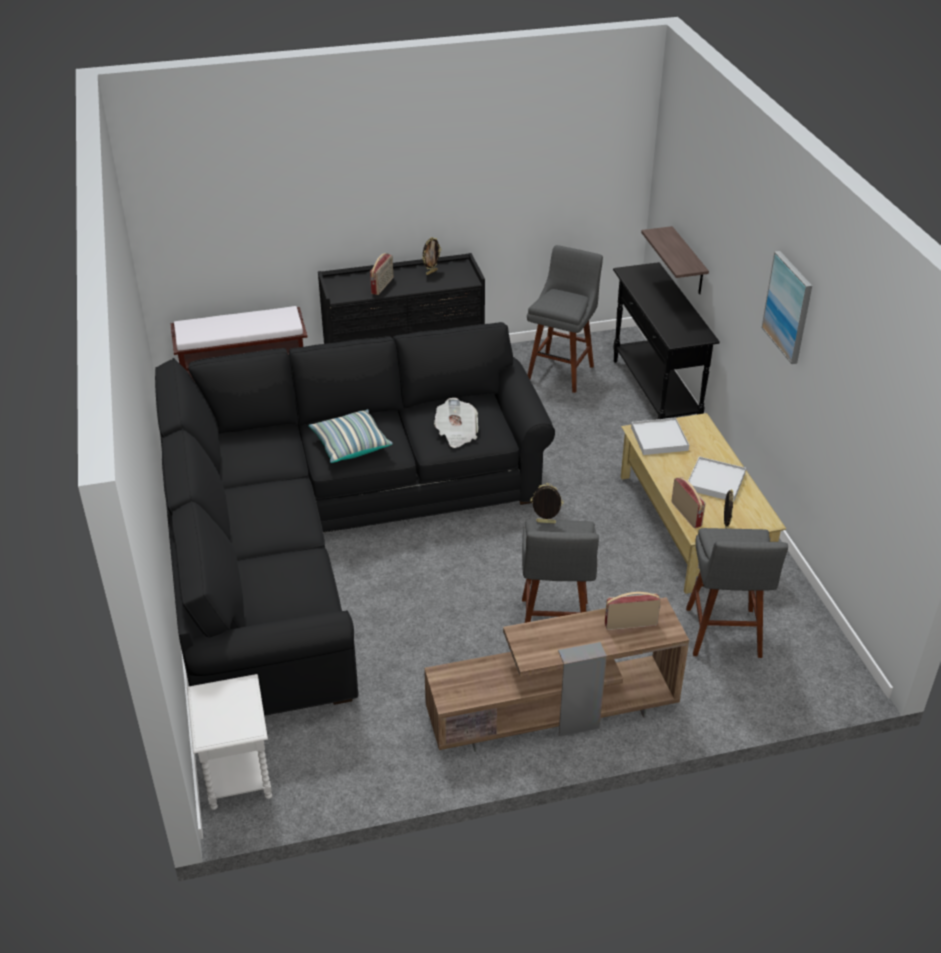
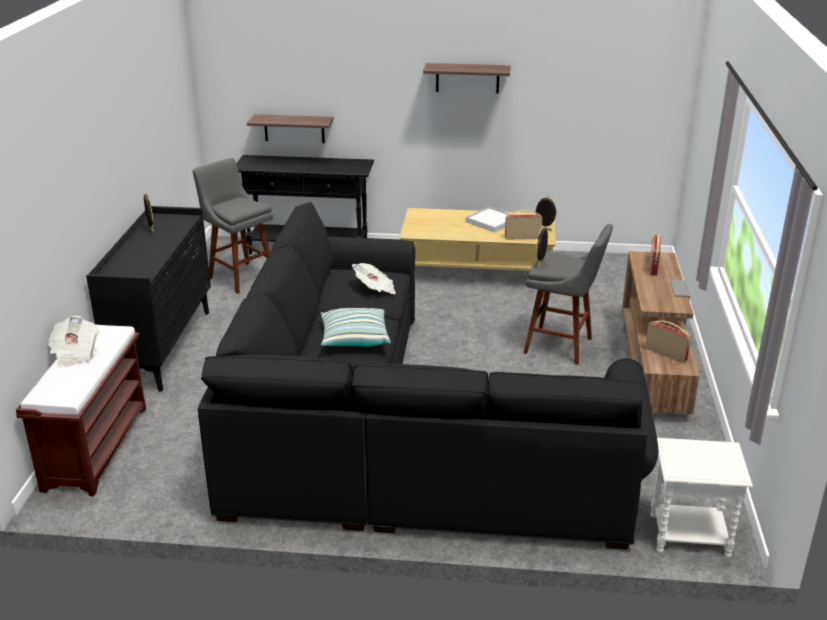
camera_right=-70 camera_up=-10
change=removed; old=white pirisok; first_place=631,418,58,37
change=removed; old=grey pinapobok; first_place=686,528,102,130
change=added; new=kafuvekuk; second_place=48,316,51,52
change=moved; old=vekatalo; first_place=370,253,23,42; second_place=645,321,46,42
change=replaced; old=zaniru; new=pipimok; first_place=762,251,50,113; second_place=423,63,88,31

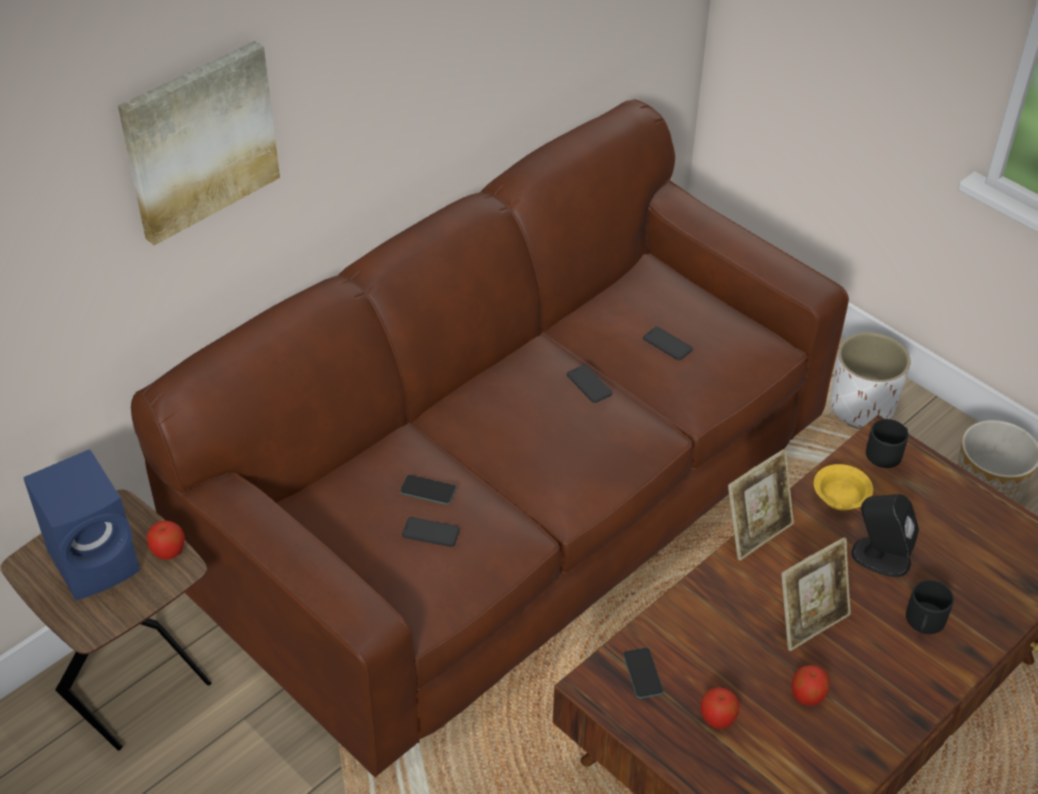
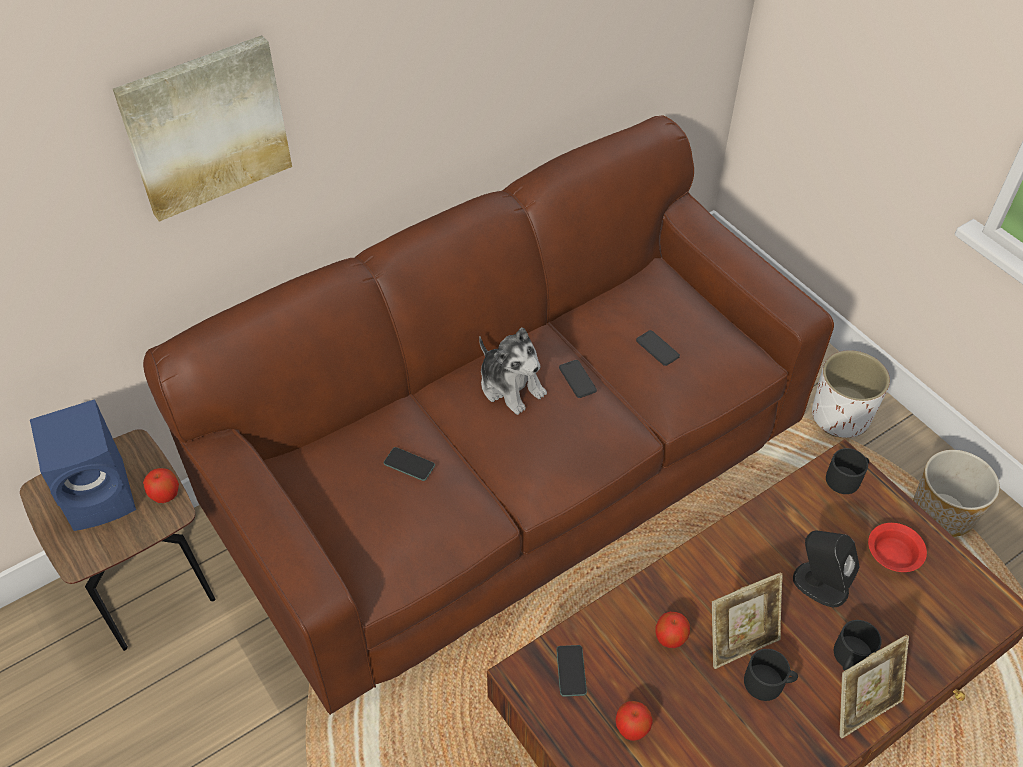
camera_right=10 camera_up=5
change=removed; old=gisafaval; first_place=402,517,58,30
change=removed; old=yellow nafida; first_place=814,464,59,47
change=added; new=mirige; second_place=479,327,68,88
change=added; new=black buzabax; second_place=744,649,54,52
change=added; new=red nafida; second_place=868,523,59,49
change=moved; old=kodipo; first_place=728,449,66,112; second_place=840,635,69,103
change=moved; old=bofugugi; first_place=791,665,39,41; second_place=655,612,35,36

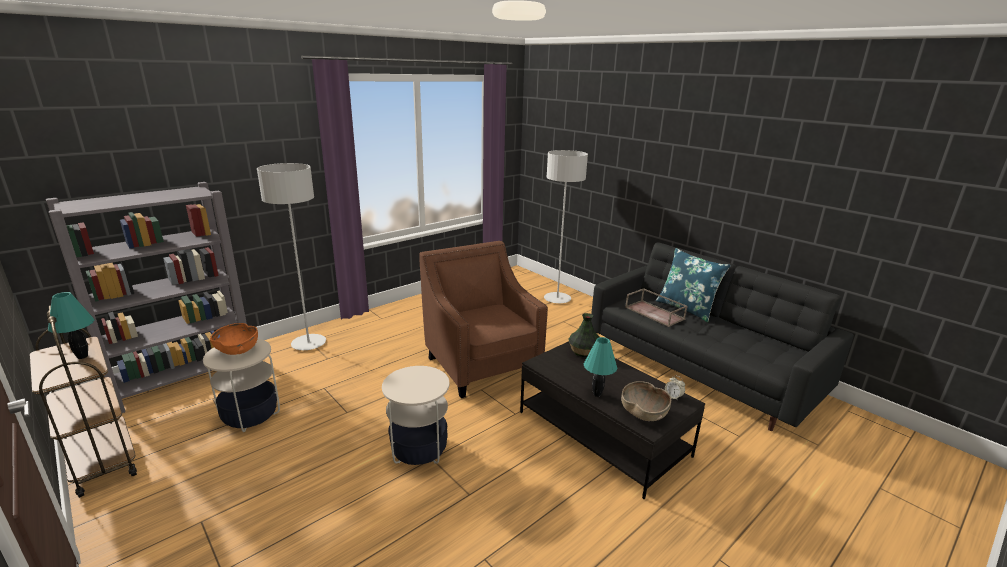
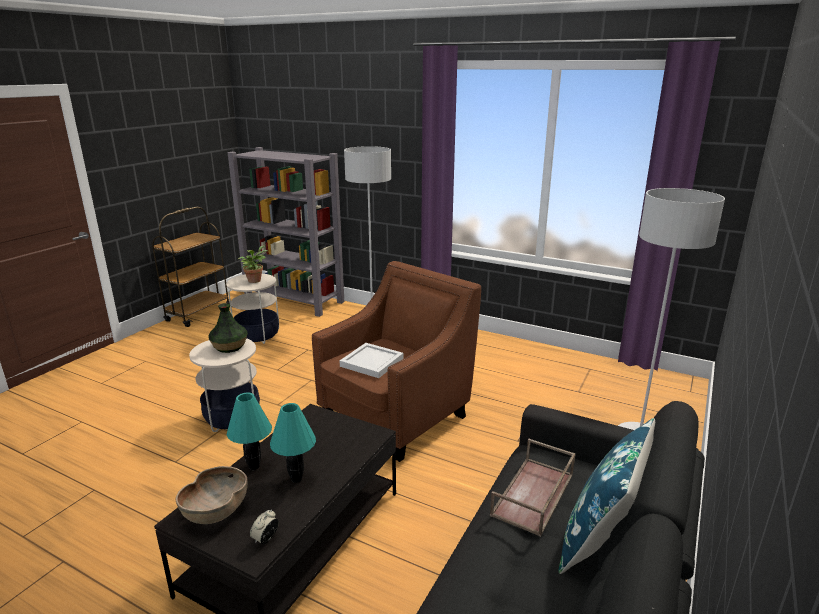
camera_right=70 camera_up=0
change=added; new=white pirisok; second_place=340,343,63,35
change=moved; old=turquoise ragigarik; first_place=48,292,46,67; second_place=270,403,46,80
change=moved; old=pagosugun; first_place=568,313,32,44; second_place=208,303,40,50
change=replaced; old=orange nafida; new=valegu; first_place=210,323,48,32; second_place=238,246,30,37

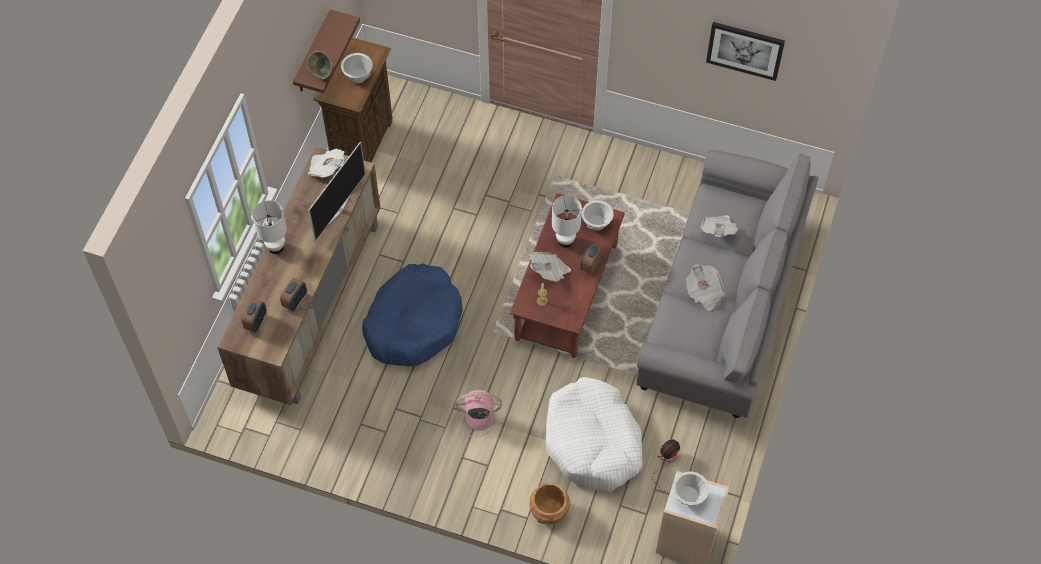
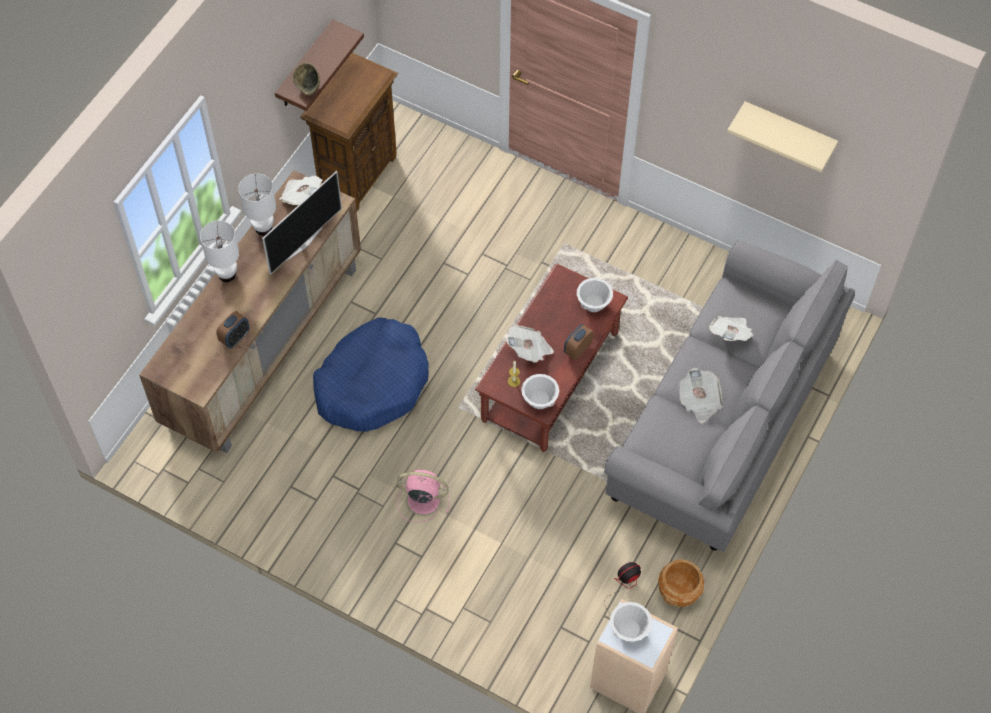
camera_right=10 camera_up=0
change=removed; old=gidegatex; first_place=242,299,25,33
change=removed; old=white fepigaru; first_place=546,377,97,114
change=moved; old=white nafida; first_place=341,53,32,30; second_place=521,374,38,35
change=moved; old=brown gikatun; first_place=529,483,41,42; second_place=658,559,46,48
change=moved; old=white ragigarik; first_place=552,196,30,52; second_place=238,174,38,62
change=replaced; old=zaniru; new=beige pipimok; first_place=706,22,79,59; second_place=727,101,111,71

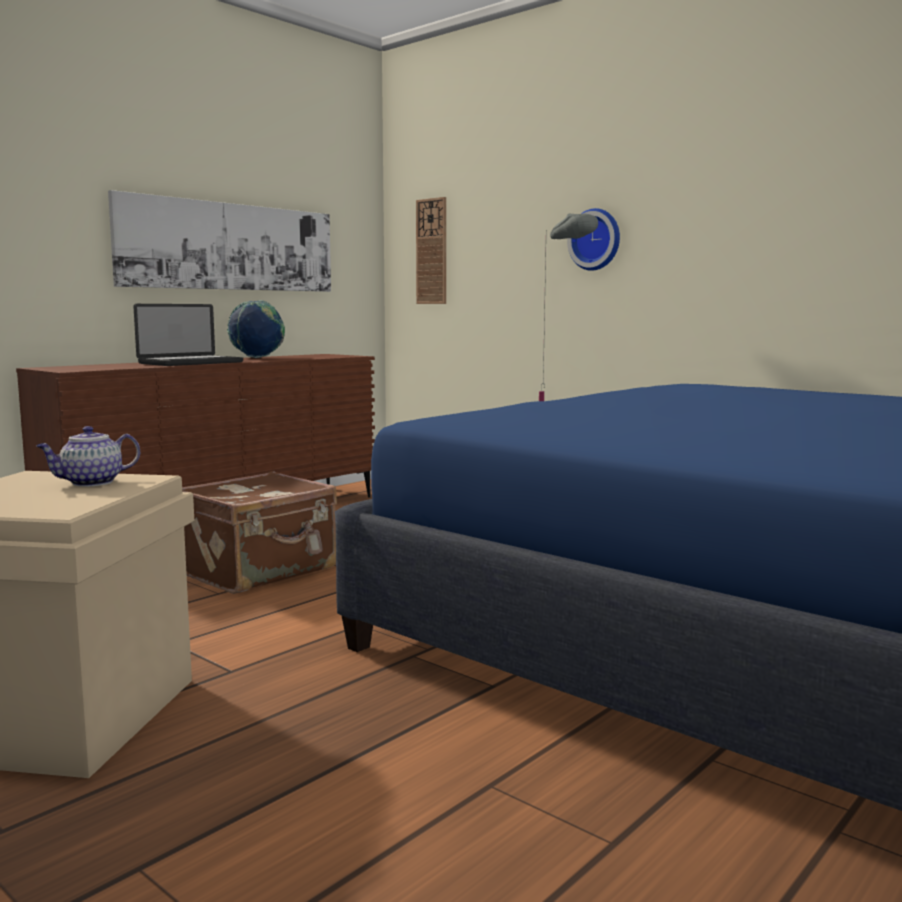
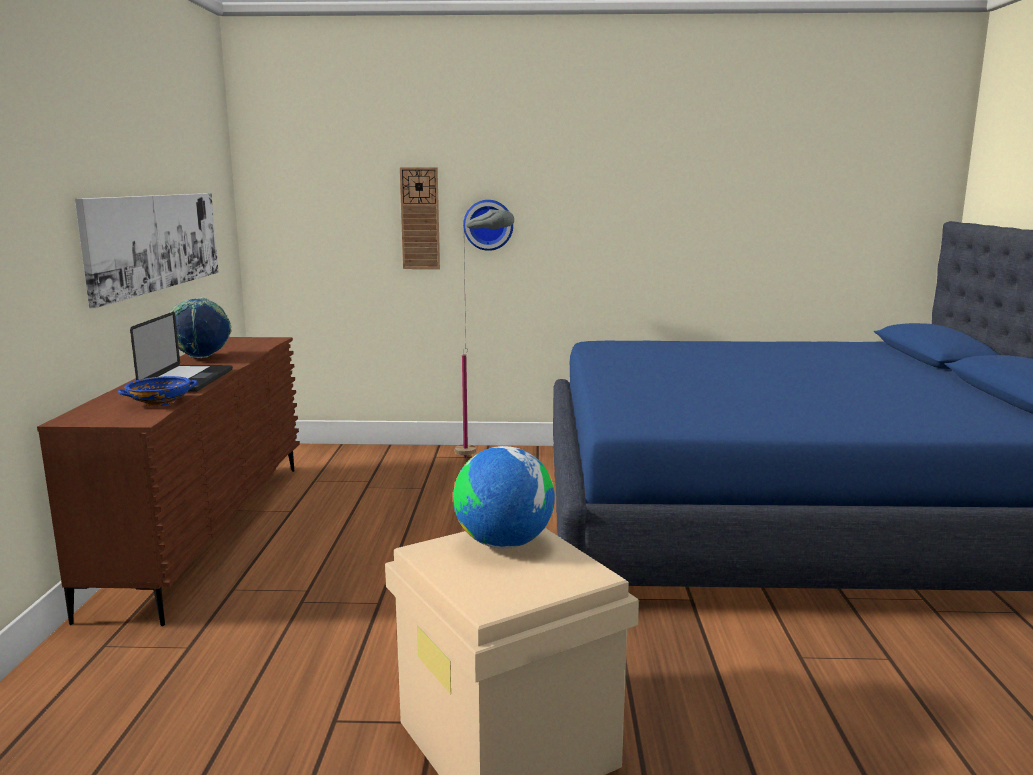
camera_right=-40 camera_up=5
change=removed; old=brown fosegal; first_place=182,471,155,123
change=added; new=blue nafida; second_place=118,376,80,30
change=moved; old=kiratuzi; first_place=416,197,30,107; second_place=400,167,40,102
change=replaced; old=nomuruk; new=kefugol; first_place=36,426,104,61; second_place=453,446,102,103

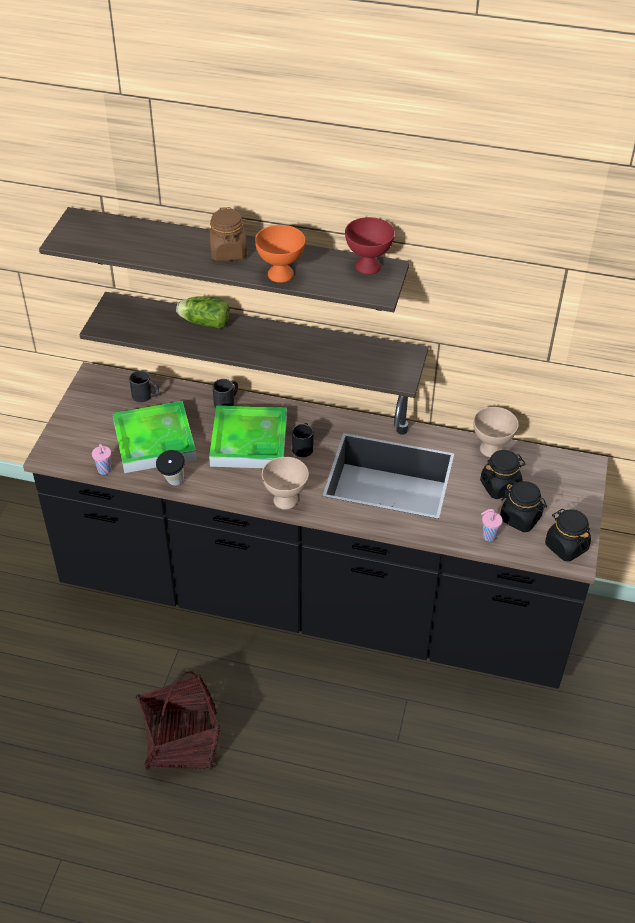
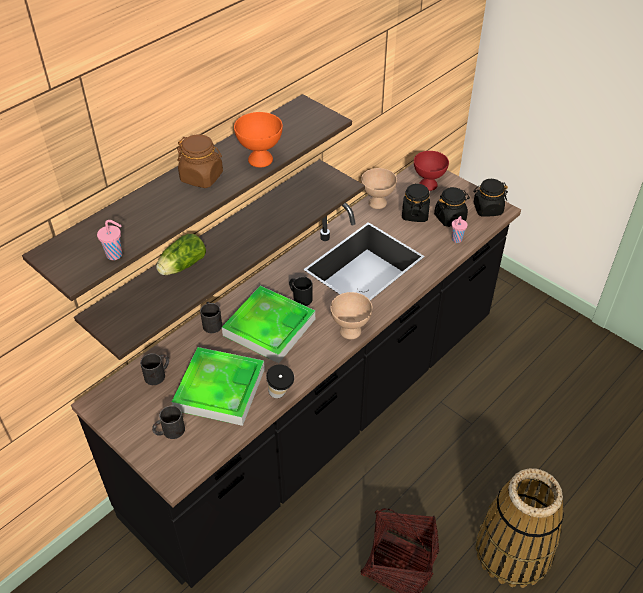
camera_right=-60 camera_up=0
change=added; new=black buzabax; second_place=152,406,33,33
change=added; new=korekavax; second_place=476,468,88,120
change=moved; old=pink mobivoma; first_place=92,444,19,31; second_place=97,220,25,40
change=moved; old=red nafida; first_place=345,217,50,58; second_place=414,151,35,40

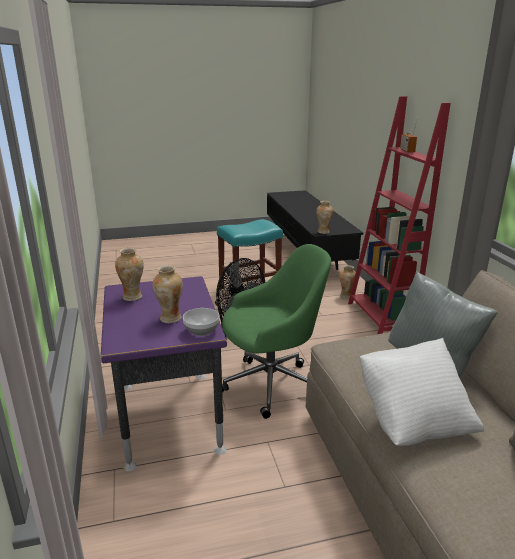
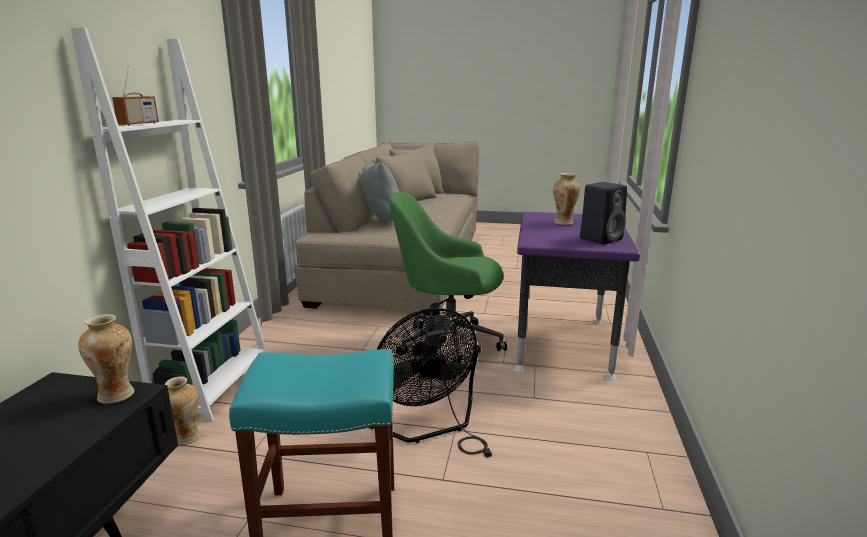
camera_right=-155 camera_up=-5
change=removed; old=nafida; first_place=183,308,36,28
change=removed; old=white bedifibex; first_place=359,338,125,108
change=replaced; old=pagosugun; new=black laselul; first_place=115,247,29,54; second_place=580,182,47,62
change=recoloured; old=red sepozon; new=white sepozon; first_place=348,96,103,238; second_place=71,27,195,394

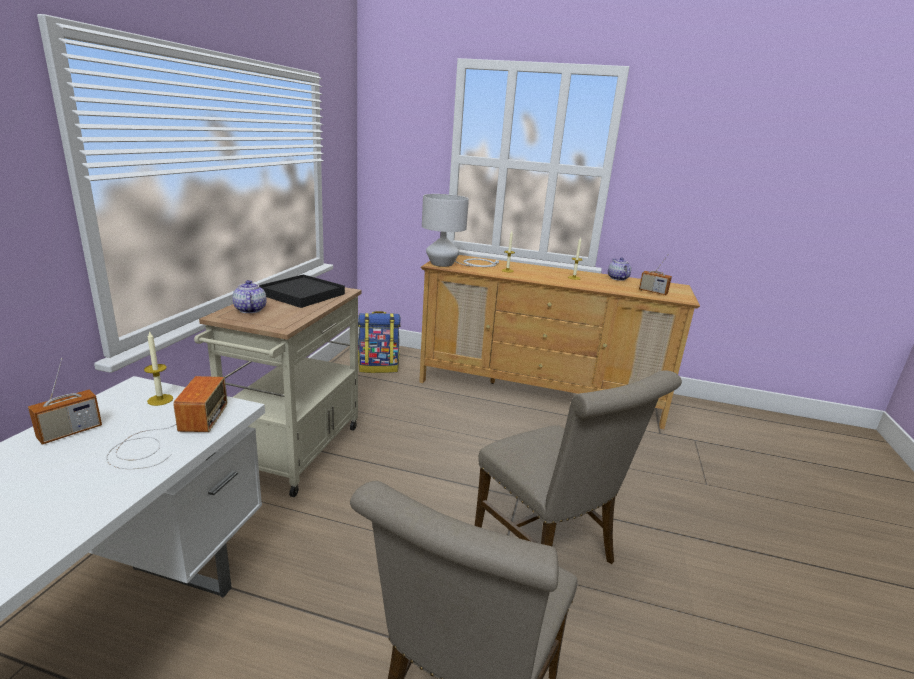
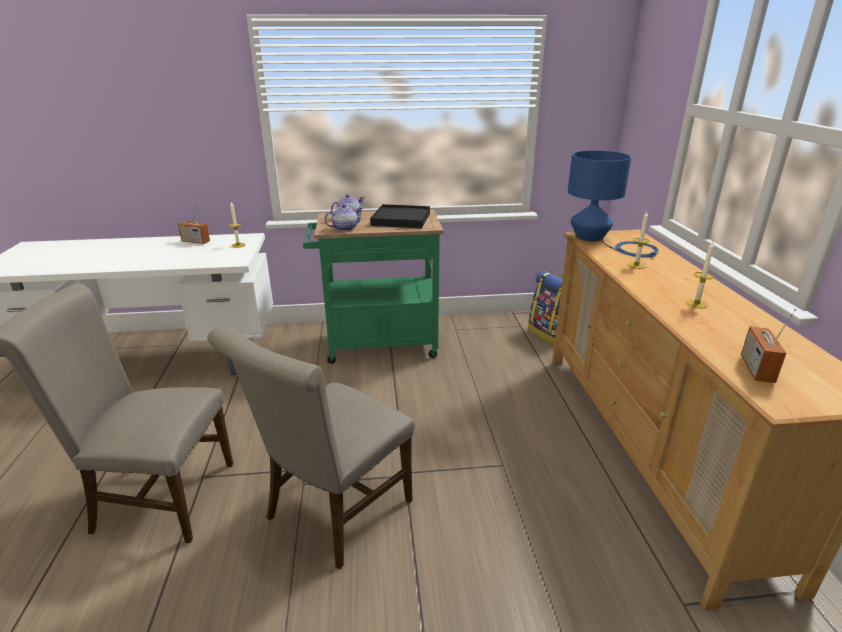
camera_right=70 camera_up=5
change=removed; old=vekatalo; first_place=106,376,121,93
change=moved; old=nomuruk; first_place=608,257,23,24; second_place=324,204,40,27
change=recoloured; old=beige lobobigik; new=green lobobigik; first_place=194,287,168,210; second_place=303,209,140,155
change=recoloured; old=grey ragigarik; new=blue ragigarik; first_place=422,194,77,73; second_place=568,150,90,107

